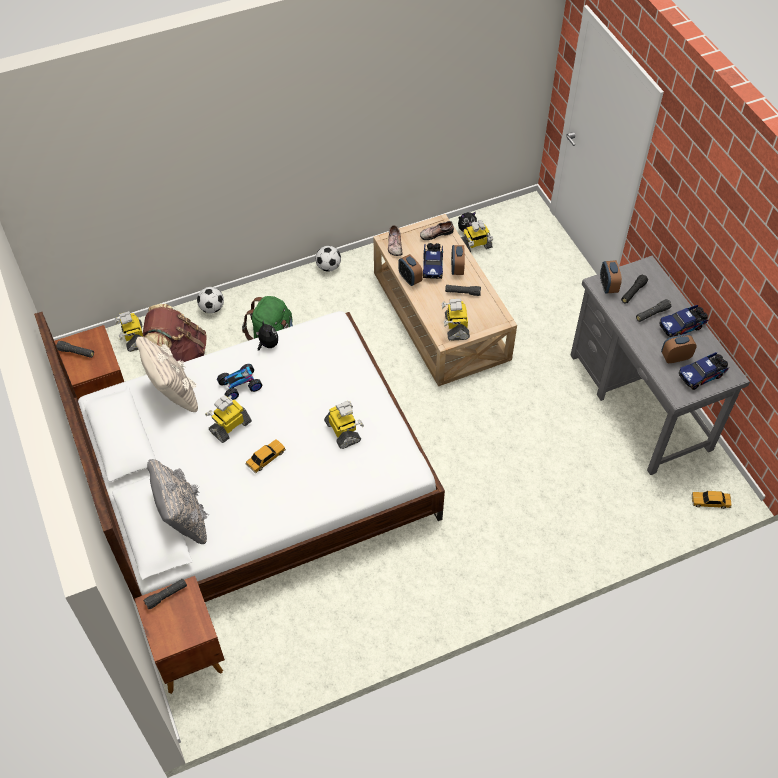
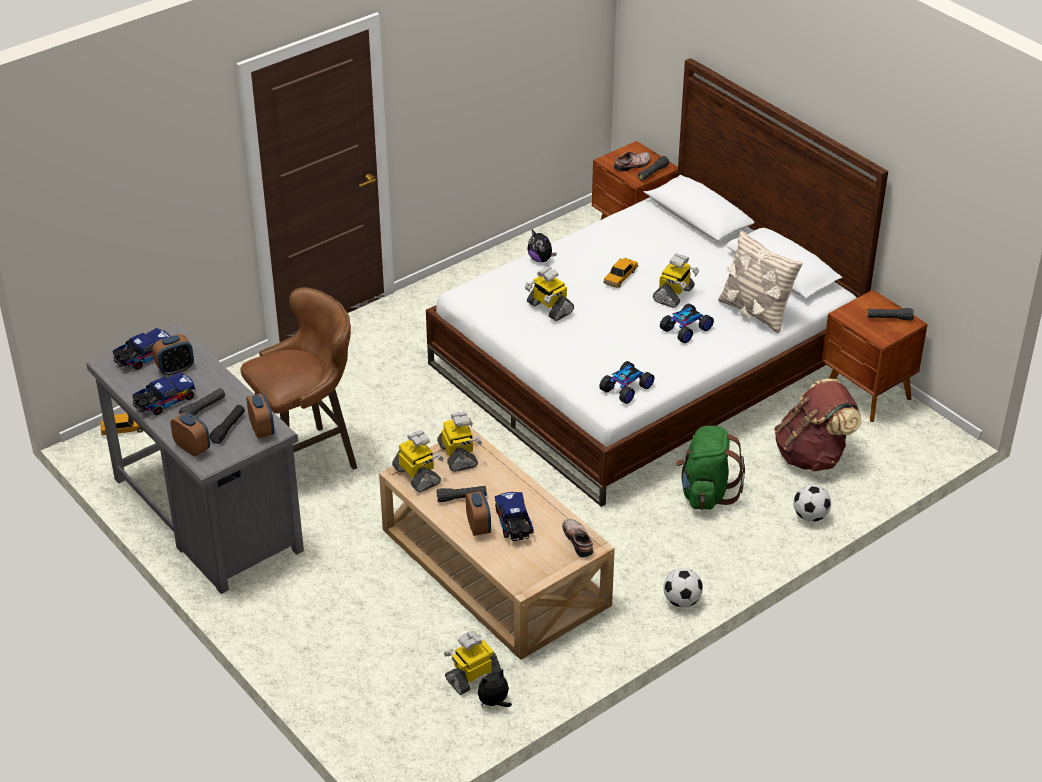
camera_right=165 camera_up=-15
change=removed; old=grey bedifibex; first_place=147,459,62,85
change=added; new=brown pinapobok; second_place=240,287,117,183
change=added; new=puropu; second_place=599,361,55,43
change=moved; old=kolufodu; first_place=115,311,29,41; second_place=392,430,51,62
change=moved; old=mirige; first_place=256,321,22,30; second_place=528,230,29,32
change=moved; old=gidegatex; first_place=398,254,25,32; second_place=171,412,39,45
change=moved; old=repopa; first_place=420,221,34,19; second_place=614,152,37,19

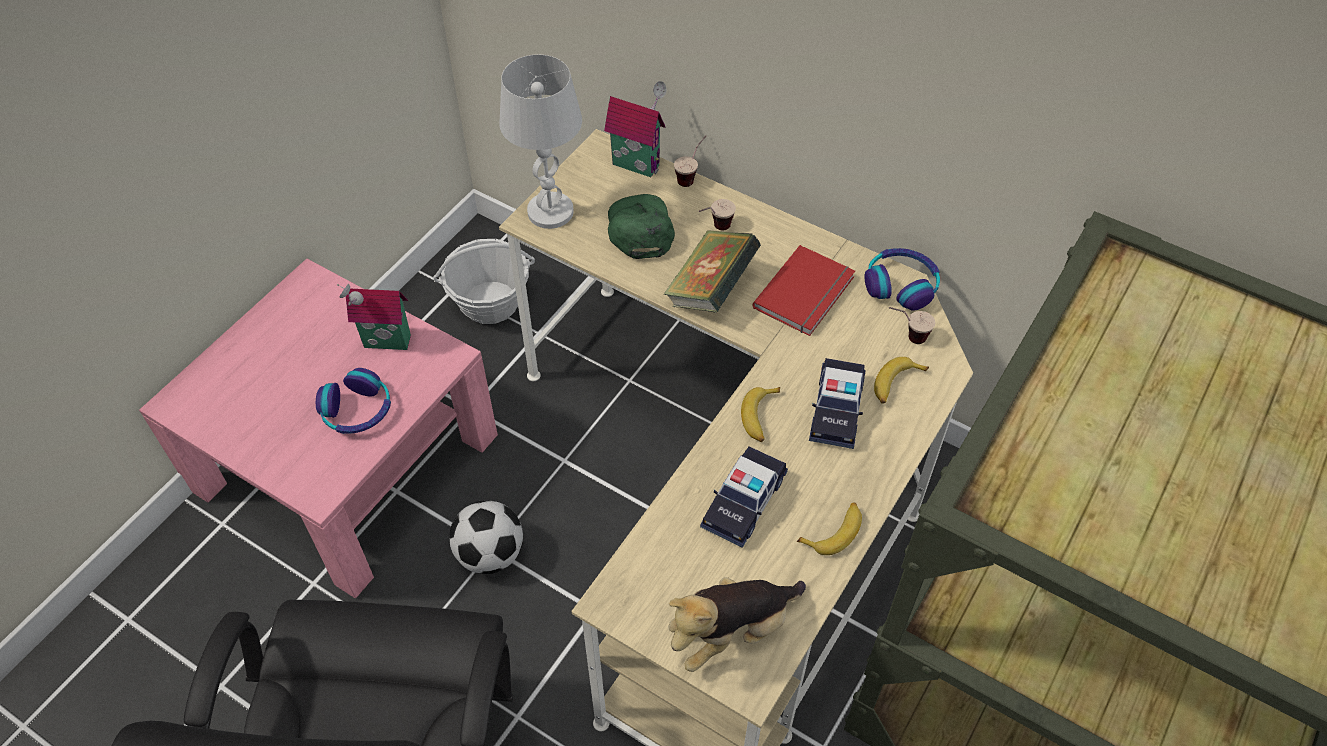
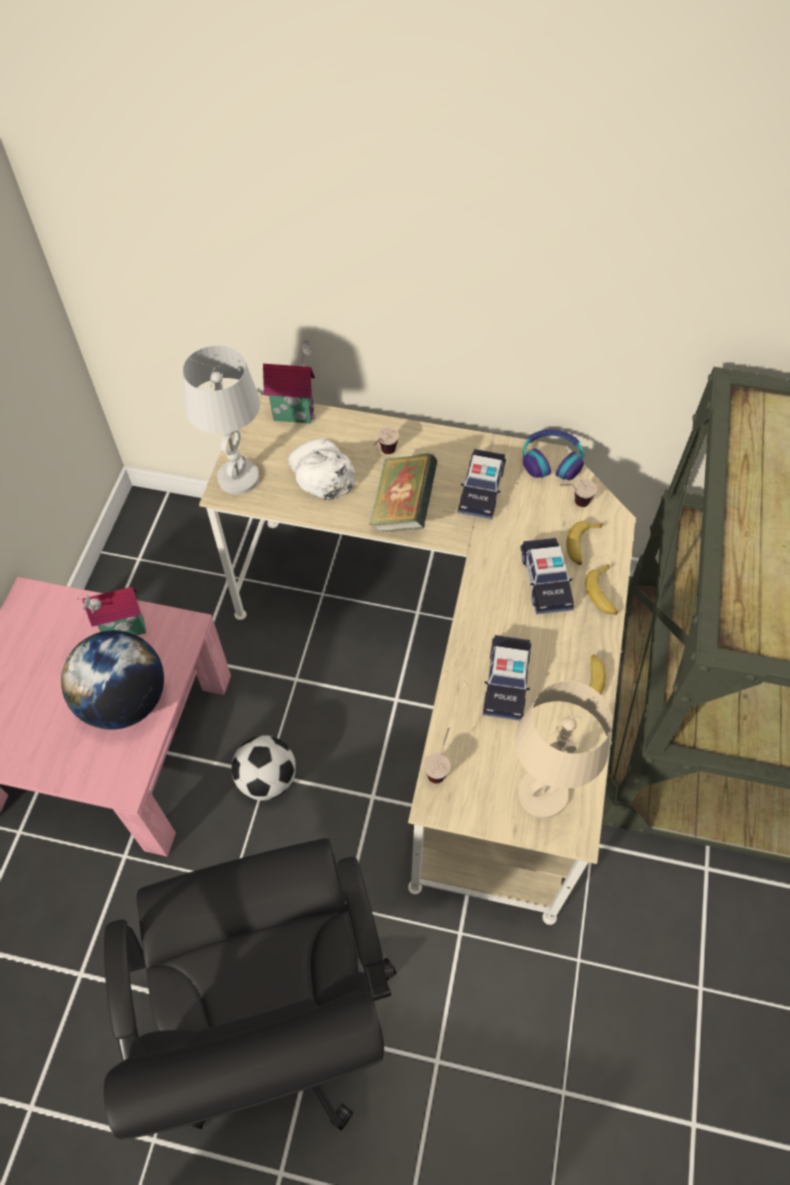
camera_right=-20 camera_up=5
change=removed; old=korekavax; first_place=433,239,102,85
change=moved; old=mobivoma; first_place=674,135,32,52; second_place=424,727,27,56
change=moved; old=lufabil; first_place=741,387,39,55; second_place=585,565,33,50
change=replaced; old=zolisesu; new=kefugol; first_place=316,368,75,66; second_place=61,630,103,100
change=replaced; old=mirige; new=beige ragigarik; first_place=669,577,137,95; second_place=515,681,97,137
change=replaced; old=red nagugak; new=puropu; first_place=753,245,102,91; second_place=457,449,49,70
change=recoloured; old=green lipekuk; new=white lipekuk; first_place=608,194,67,65; second_place=288,439,67,61

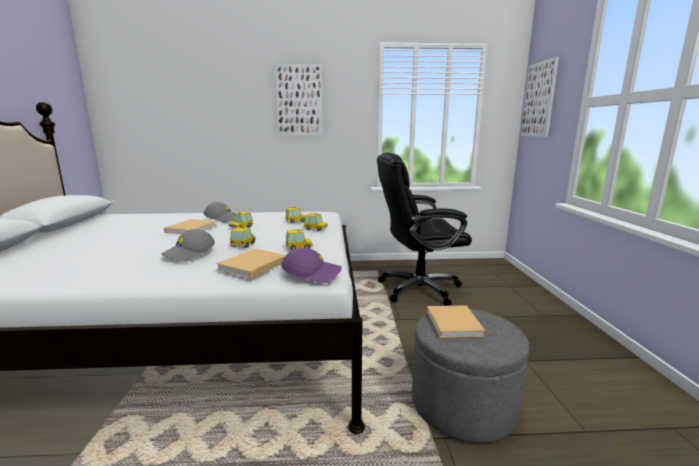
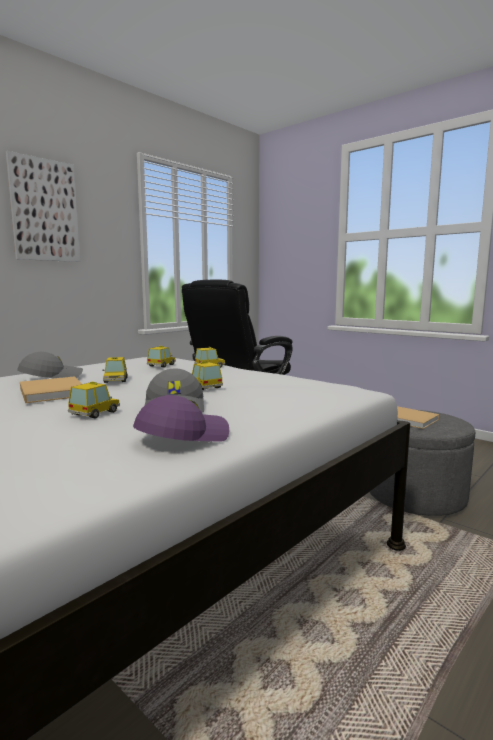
camera_right=-45 camera_up=-5
change=removed; old=beige nagugak; first_place=216,249,70,29
change=removed; old=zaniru; first_place=521,57,38,80
change=moved; old=purple lipekuk; first_place=281,247,61,36; second_place=133,395,96,47
change=moved; old=puropu; first_place=286,229,27,21; second_place=68,382,52,36

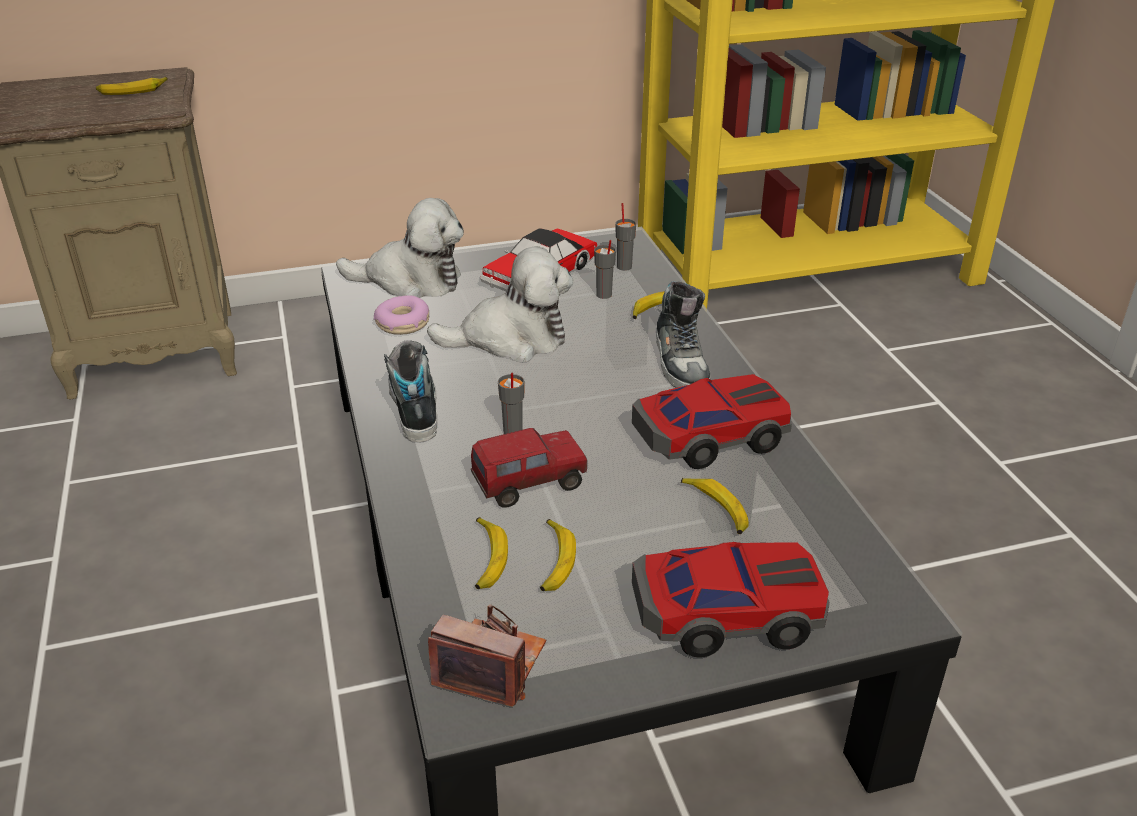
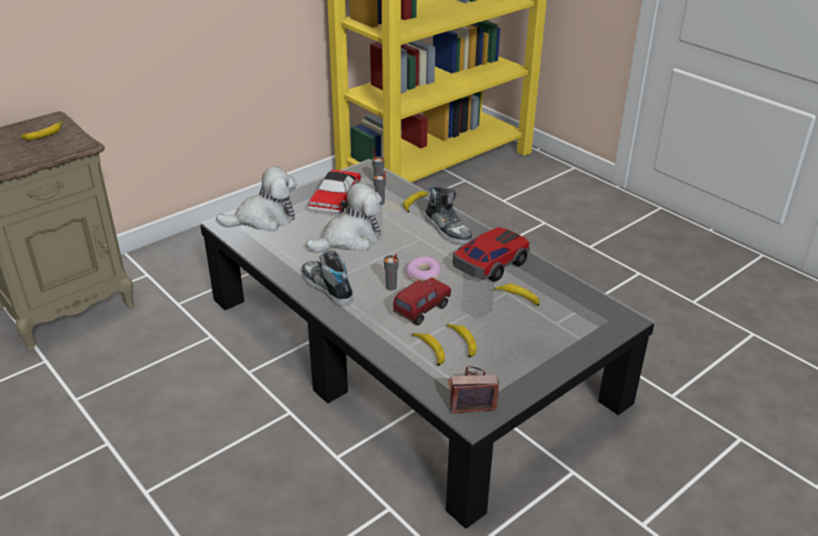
camera_right=-25 camera_up=0
change=removed; old=puropu; first_place=632,542,198,116
change=moved; old=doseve; first_place=374,295,55,40; second_place=406,256,35,26

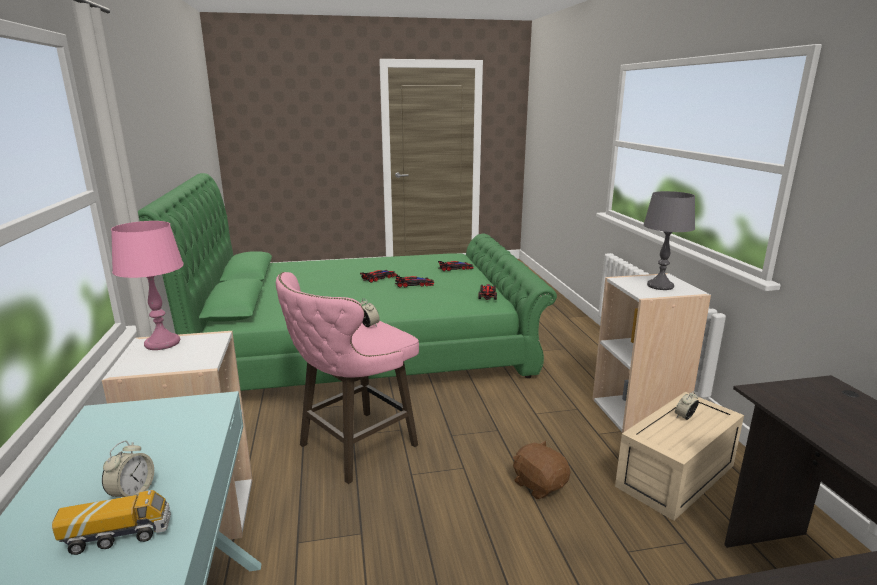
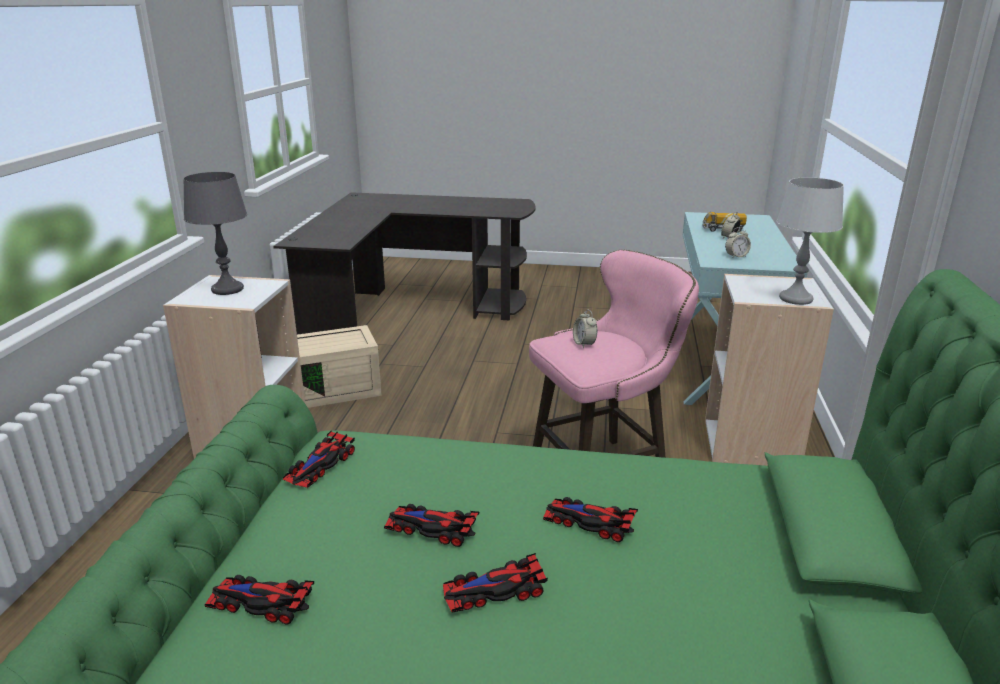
camera_right=-160 camera_up=5
change=removed; old=brown mirige; first_place=513,441,58,58
change=added; new=puropu; second_place=543,497,95,45
change=moved; old=gidegatex; first_place=675,391,24,29; second_place=725,227,26,32
change=recoloured; old=pink ragigarik; new=grey ragigarik; first_place=111,221,73,129; second_place=777,177,67,128

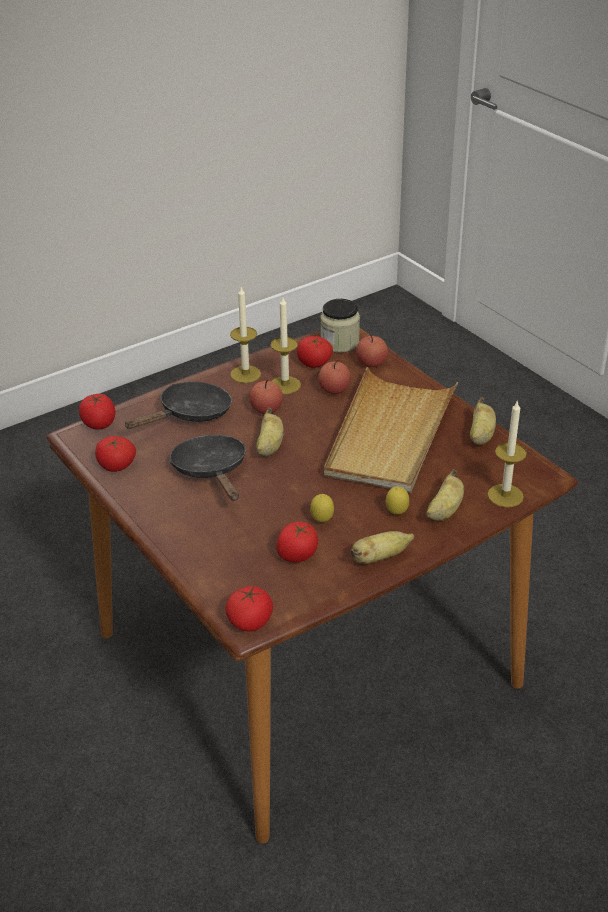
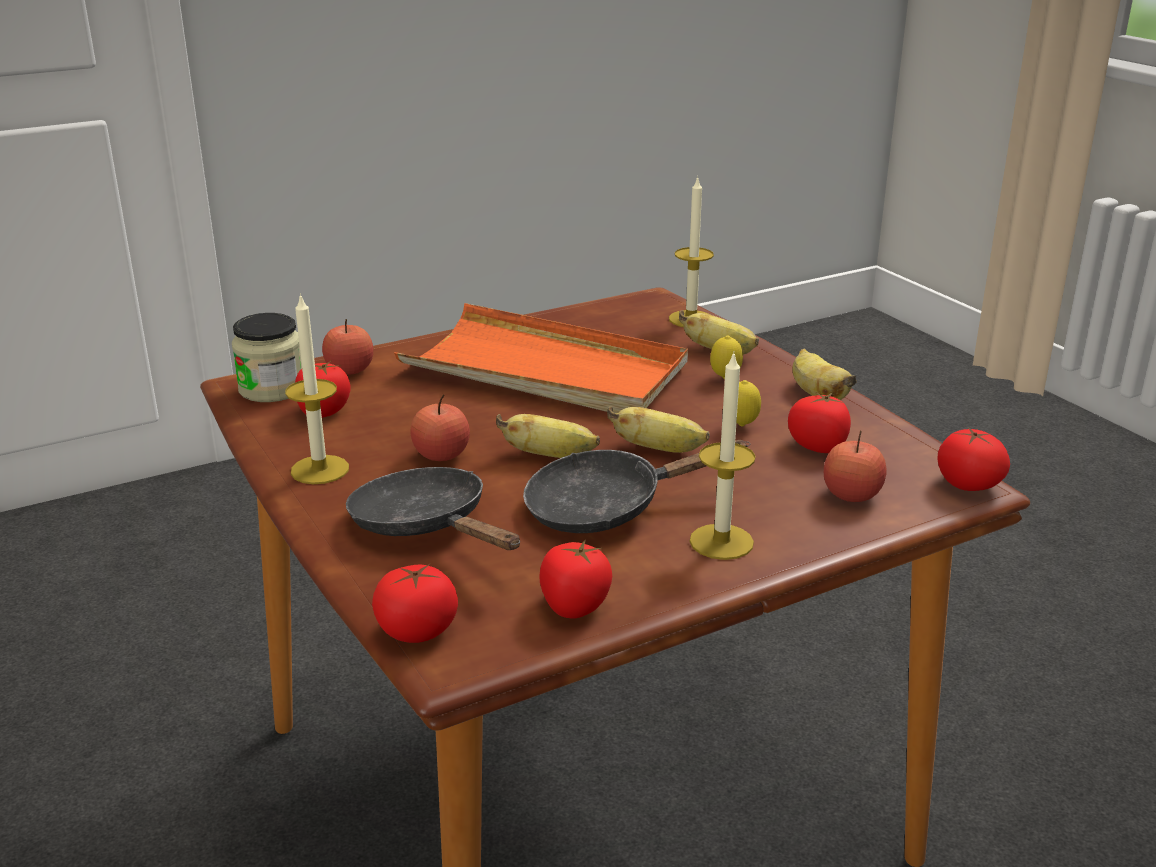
camera_right=-85 camera_up=-10
change=moved; old=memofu; first_place=271,297,30,97; second_place=690,352,65,208
change=moved; old=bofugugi; first_place=318,360,33,34; second_place=824,431,63,71
change=moved; old=lufabil; first_place=470,397,26,48; second_place=607,406,103,47
change=recoloured; old=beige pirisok; new=orange pirisok; first_place=324,367,134,126; second_place=394,303,294,110

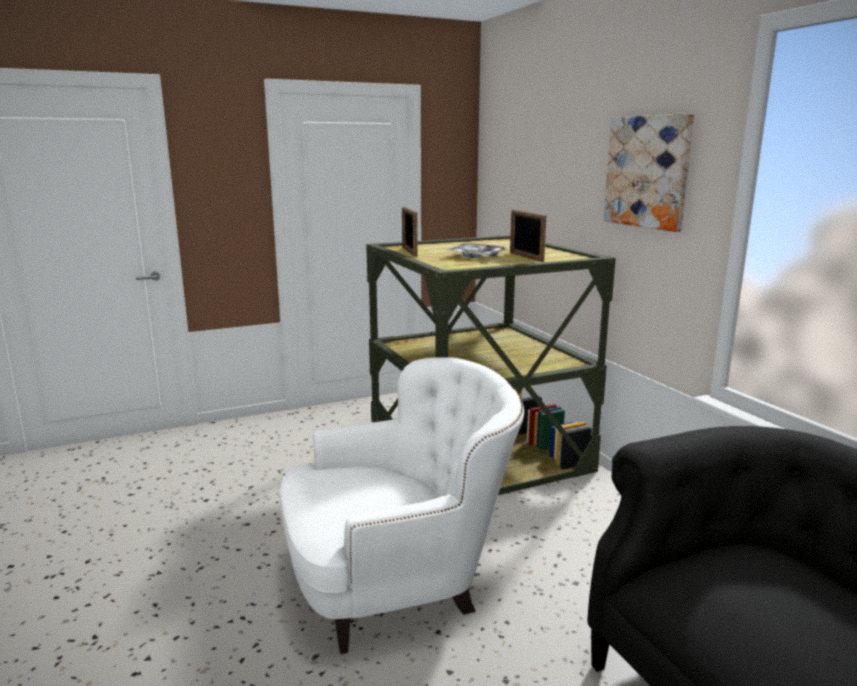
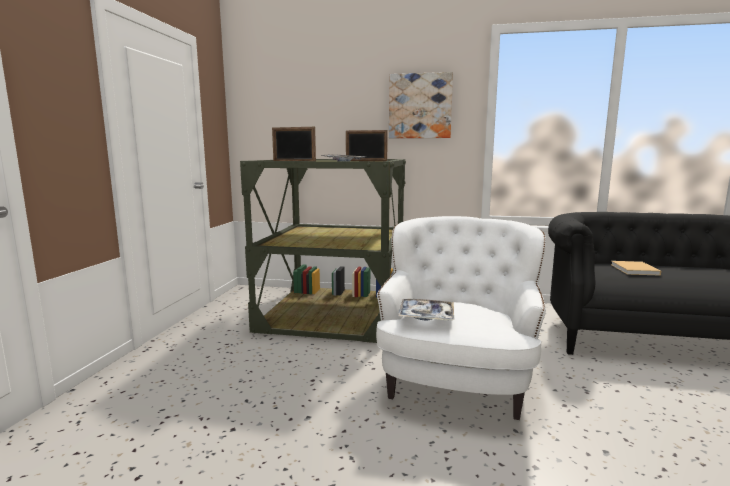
camera_right=-55 camera_up=-5
change=added; new=pirisok; second_place=398,299,56,22
change=added; new=beige nagugak; second_place=611,261,50,15

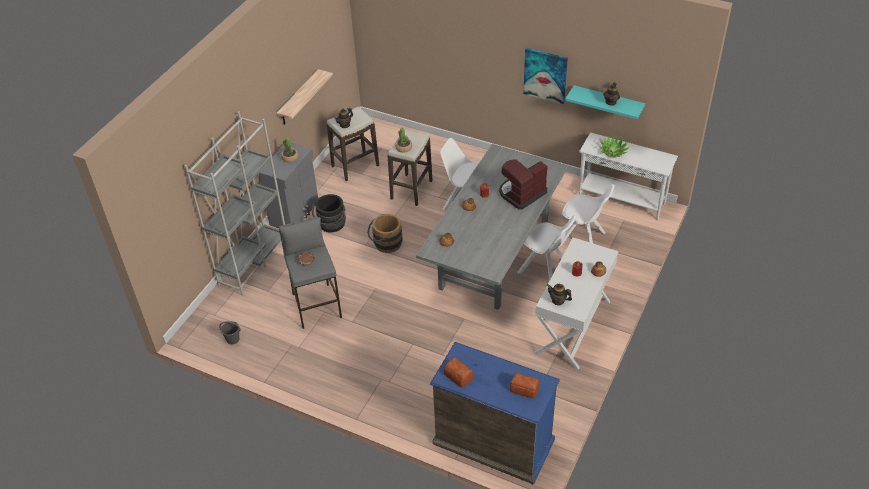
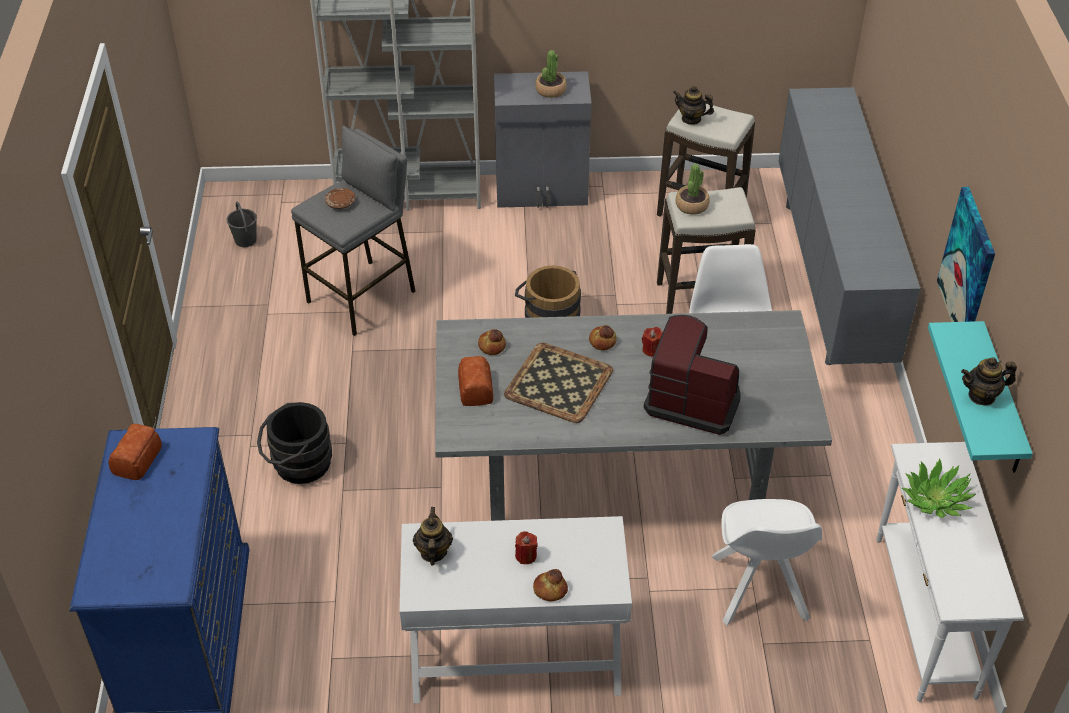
camera_right=60 camera_up=0
change=removed; old=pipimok; first_place=277,69,56,56
change=removed; old=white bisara; first_place=518,215,58,66
change=added; new=pirisok; second_place=504,343,109,80
change=added; new=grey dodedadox; second_place=778,87,143,278
change=moved; old=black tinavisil; first_place=312,194,34,38; second_place=257,402,75,82
change=moved; old=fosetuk; first_place=510,372,30,27; second_place=458,356,35,50

